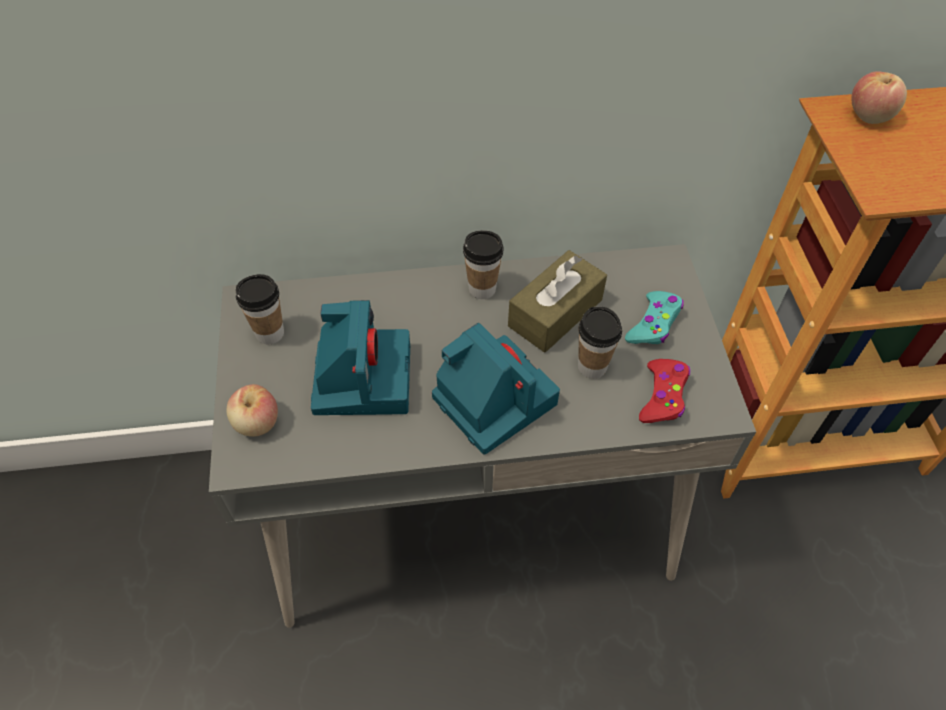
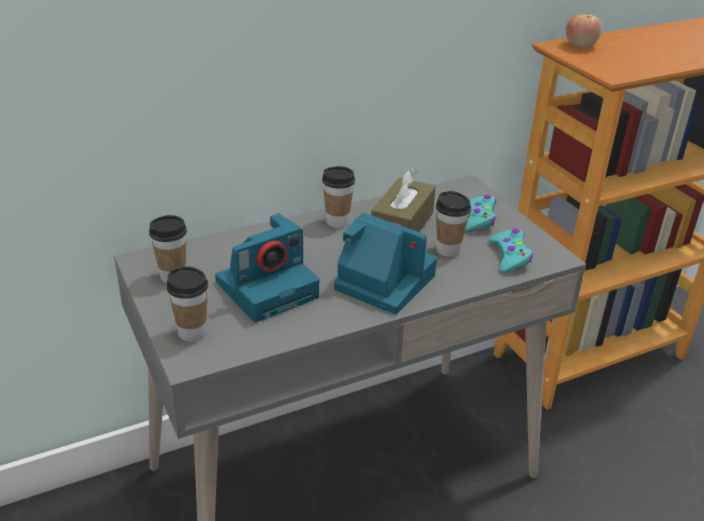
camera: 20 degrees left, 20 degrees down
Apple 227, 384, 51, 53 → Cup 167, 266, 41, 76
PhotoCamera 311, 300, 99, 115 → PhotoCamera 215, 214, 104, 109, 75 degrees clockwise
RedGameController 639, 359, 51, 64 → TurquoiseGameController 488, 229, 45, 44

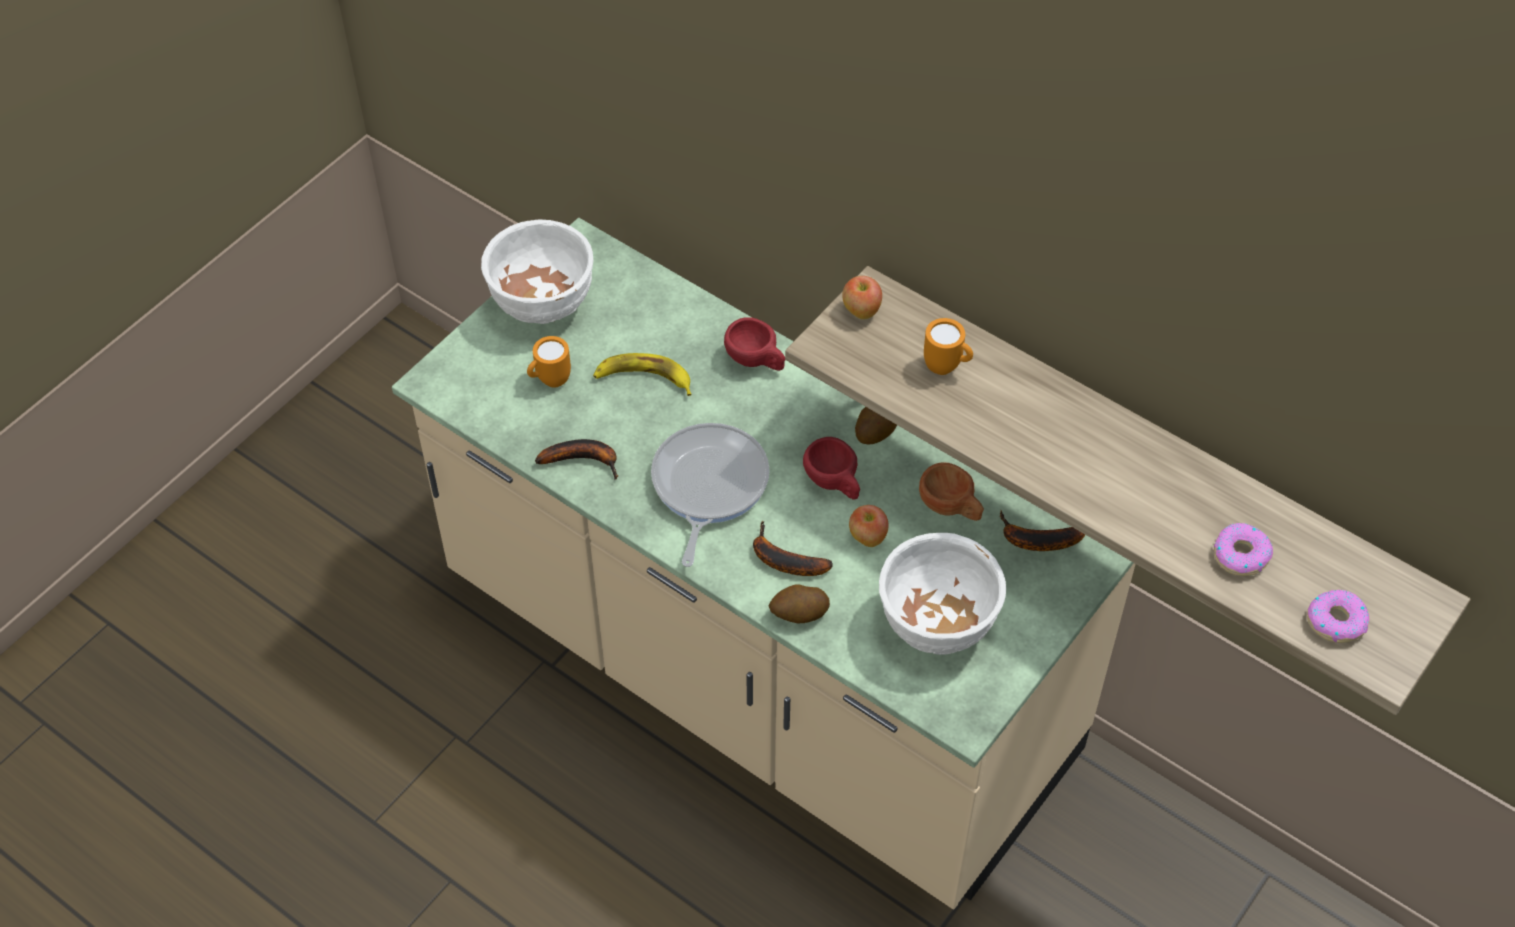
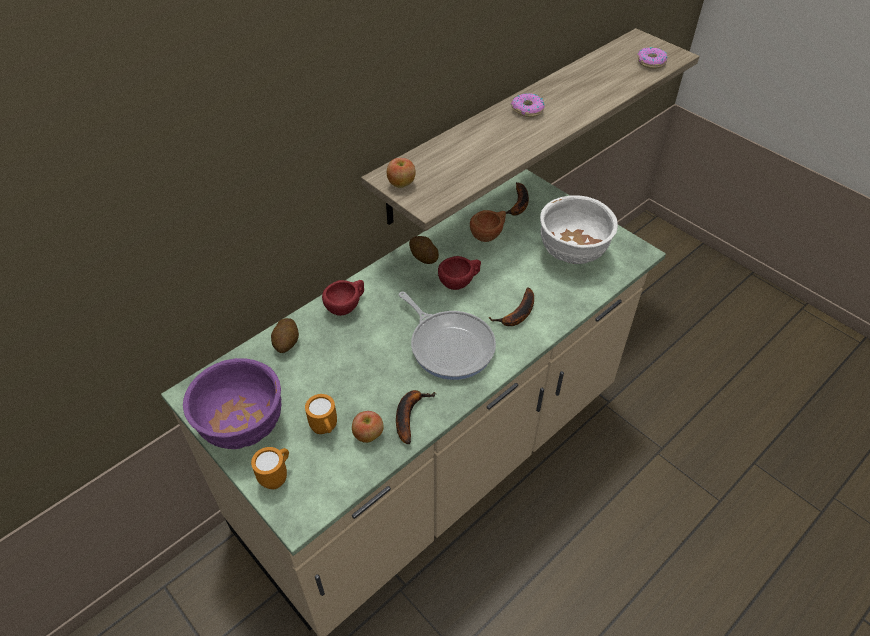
camera: 80 degrees left, 5 degrees down
WhiteBowl 481, 219, 112, 105 → PurpleBowl 183, 358, 99, 91
OrangeMug 924, 318, 49, 57 → OrangeMug 251, 447, 38, 42, moved
Potato 768, 585, 62, 38 → Potato 271, 318, 28, 35, moved
Apple 849, 505, 39, 42 → Apple 352, 411, 32, 32, moved
FryingPan 651, 423, 119, 144 → FryingPan 399, 291, 97, 89, 150 degrees counterclockwise
Donut 1214, 523, 59, 53 → Donut 511, 93, 34, 24, moved
Banana 593, 353, 99, 43 → -

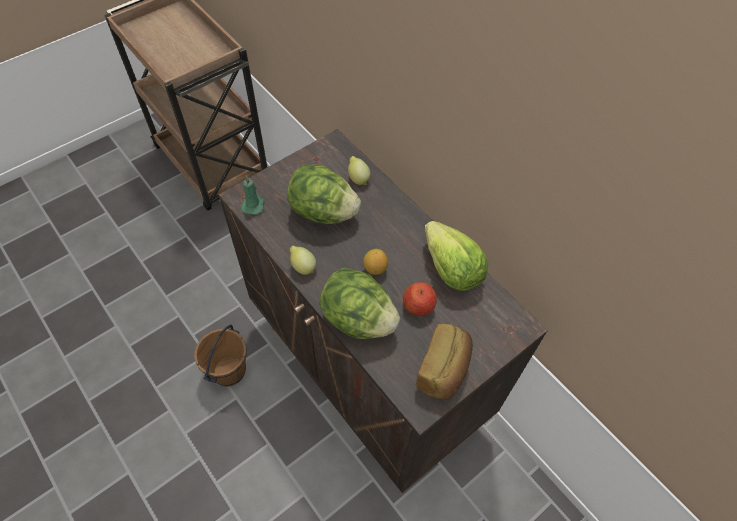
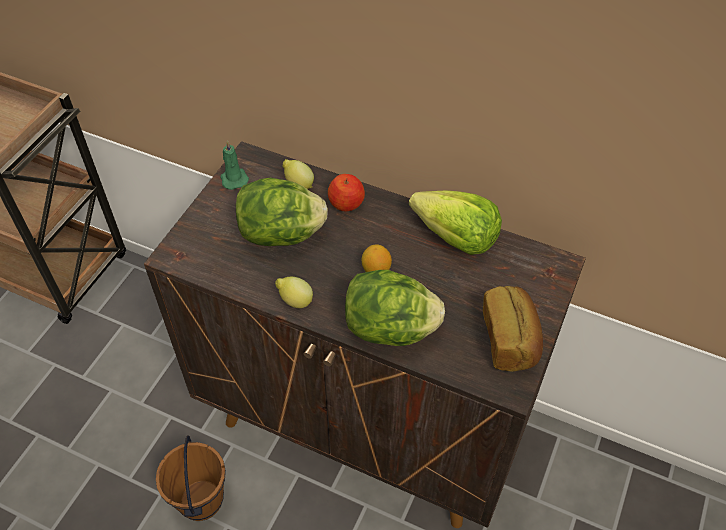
camera: 25 degrees left, 5 degrees down
GreenCandle 241, 176, 24, 39 → GreenCandle 221, 140, 28, 50, moved
Apple 403, 282, 34, 34 → Apple 328, 174, 37, 37, moved

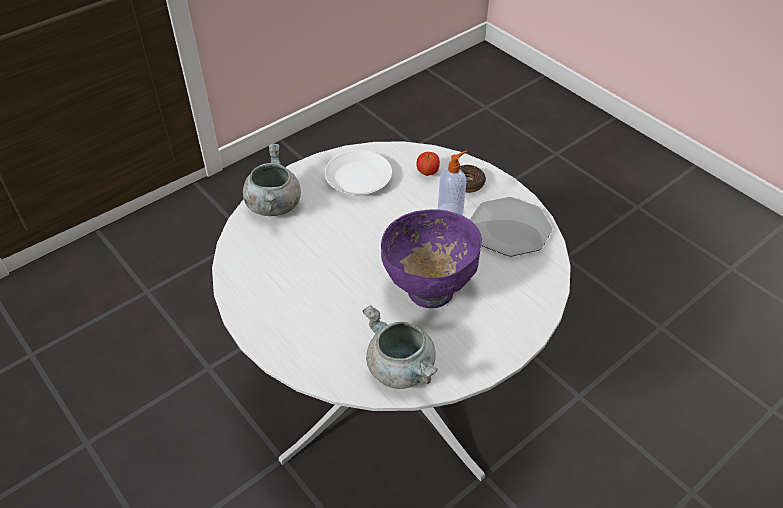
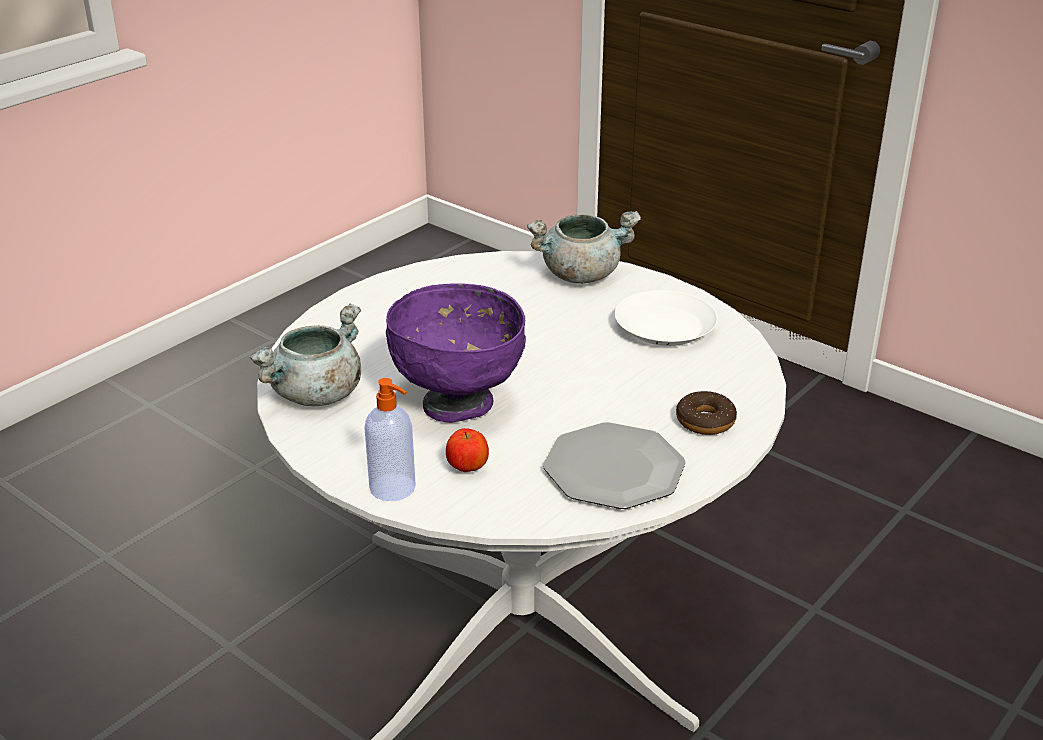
camera: 80 degrees right, 15 degrees down
SoapDispenser 438, 150, 29, 65 → SoapDispenser 364, 378, 52, 123, moved
Apple 417, 152, 23, 24 → Apple 446, 428, 43, 44, moved

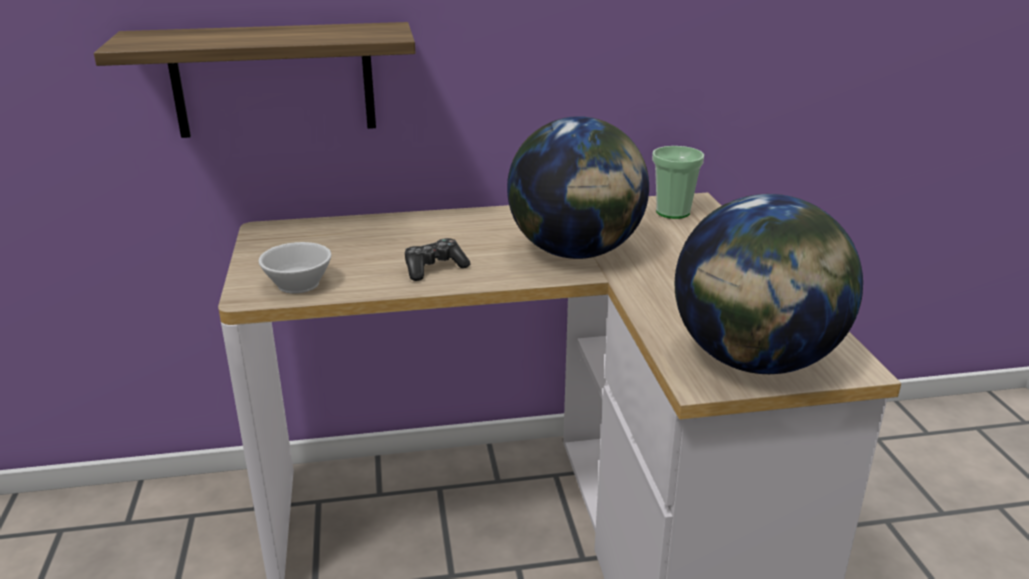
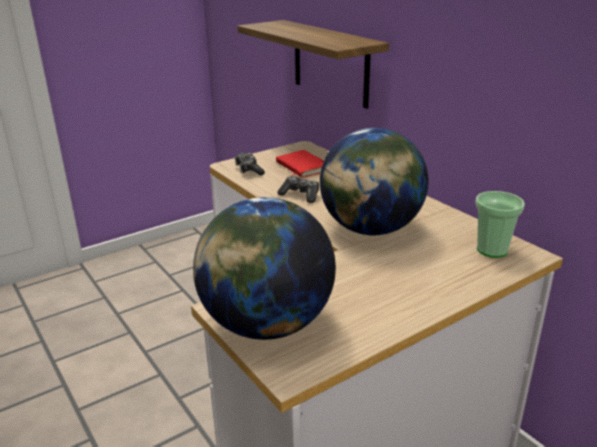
camera: 65 degrees right, 0 degrees up
WhiteCup 258, 242, 73, 52 → GameController 234, 153, 31, 23
- → RedBook 276, 150, 48, 28

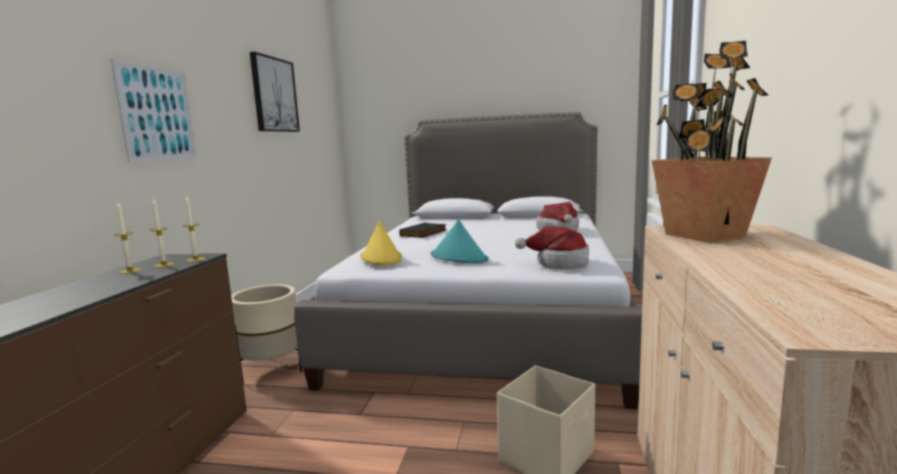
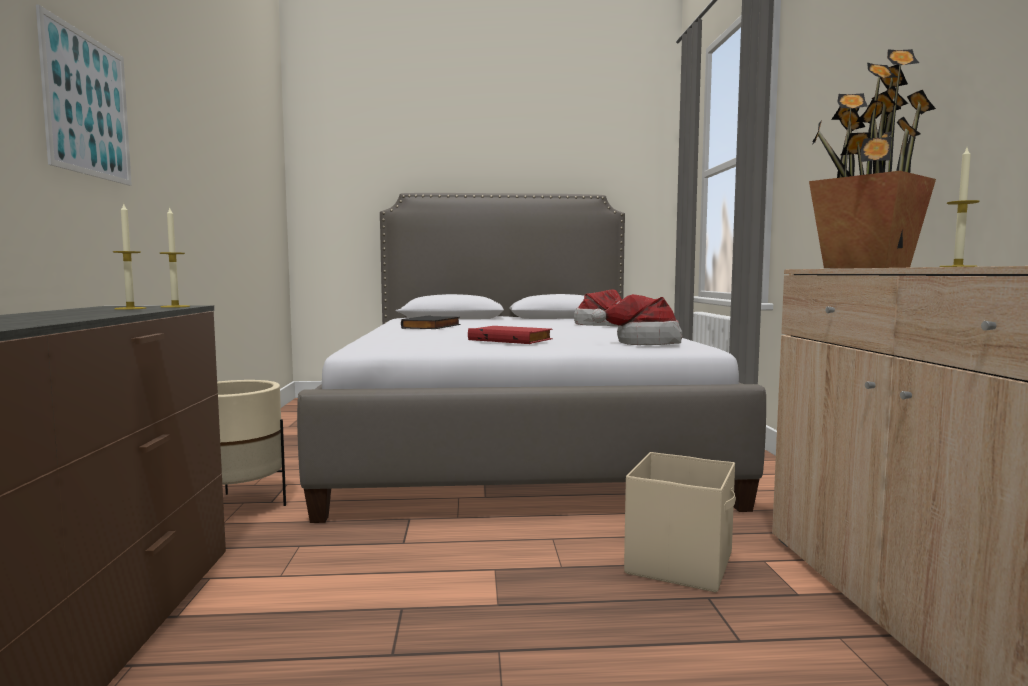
camera: 15 degrees left, 5 degrees down
TurquoiseHat 431, 220, 58, 44 → RedBook 468, 326, 85, 18
Candle 114, 202, 27, 72 → Candle 939, 148, 41, 119, moved
Picture 250, 52, 50, 80 → -
YellowHat 360, 221, 42, 44 → -

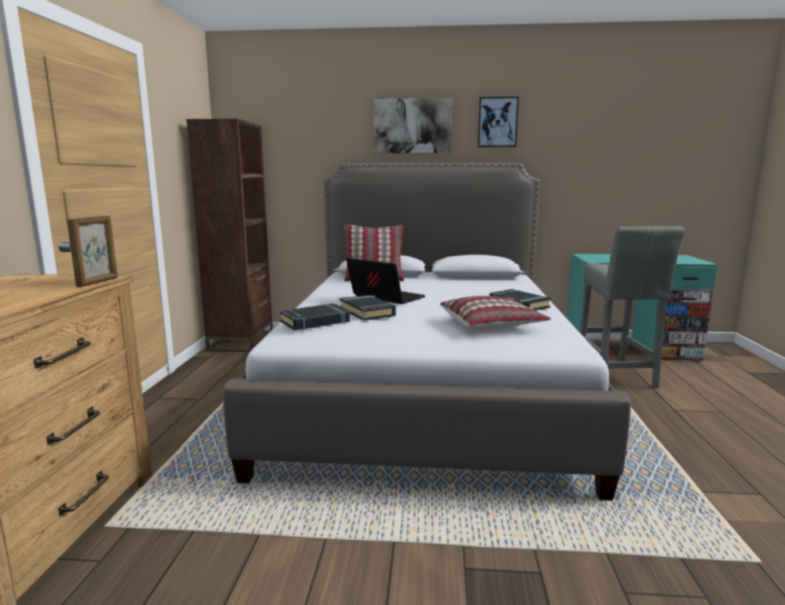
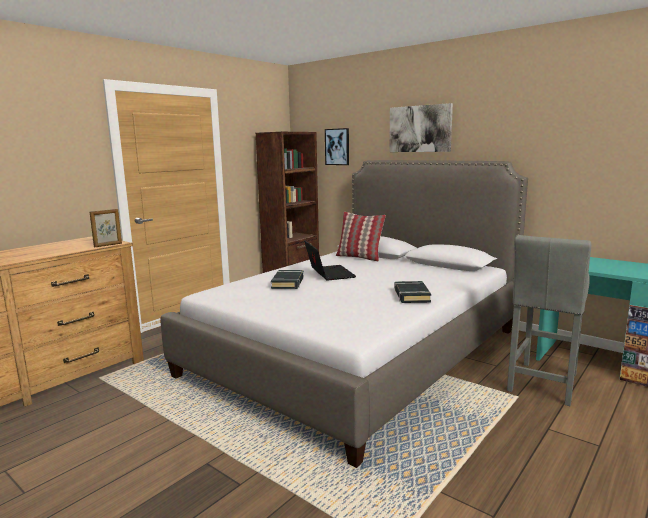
camera: 35 degrees right, 0 degrees up
Picture 478, 97, 41, 50 → Picture 325, 128, 24, 37, moved
BlackBook 280, 303, 70, 27 → -
Pillow 440, 296, 111, 34 → -

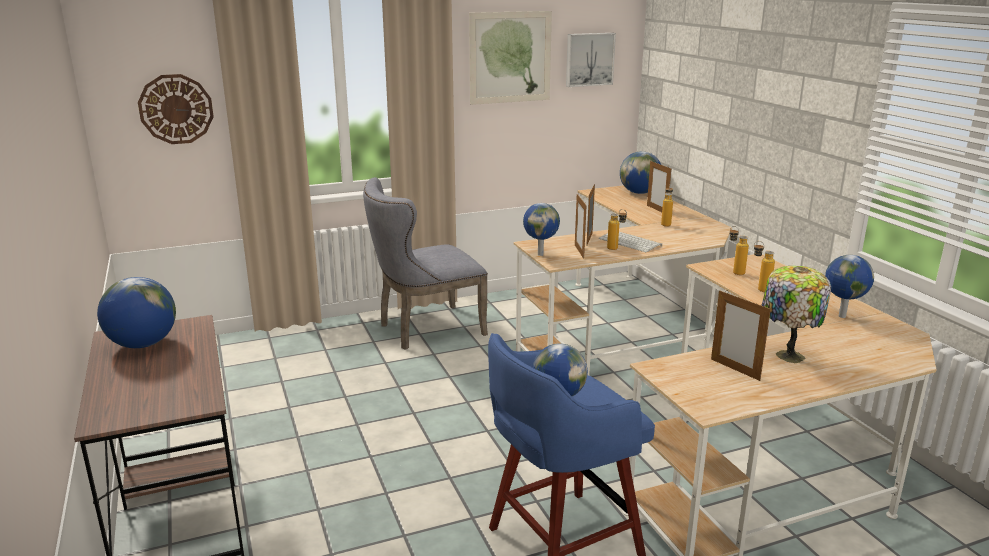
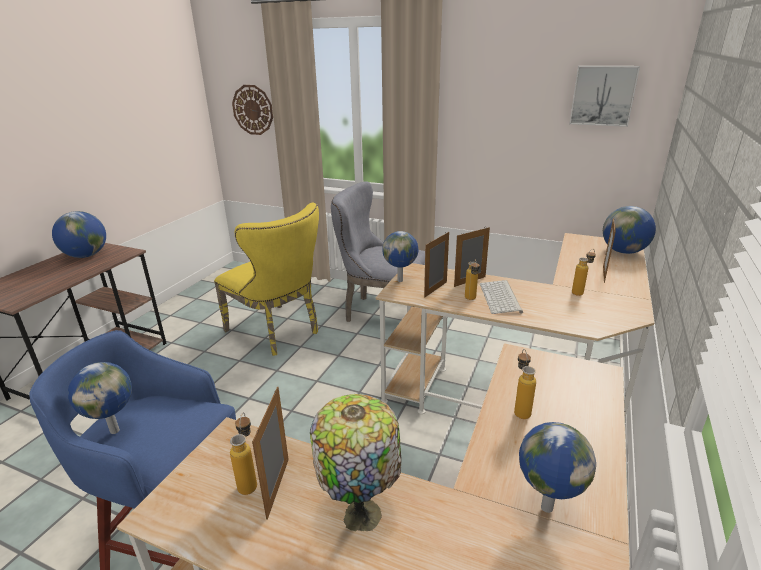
camera: 45 degrees right, 5 degrees up
- → YellowChair 214, 203, 105, 153
Bottle 730, 226, 19, 49 → Bottle 230, 412, 27, 83, moved
Picture 469, 11, 83, 94 → -

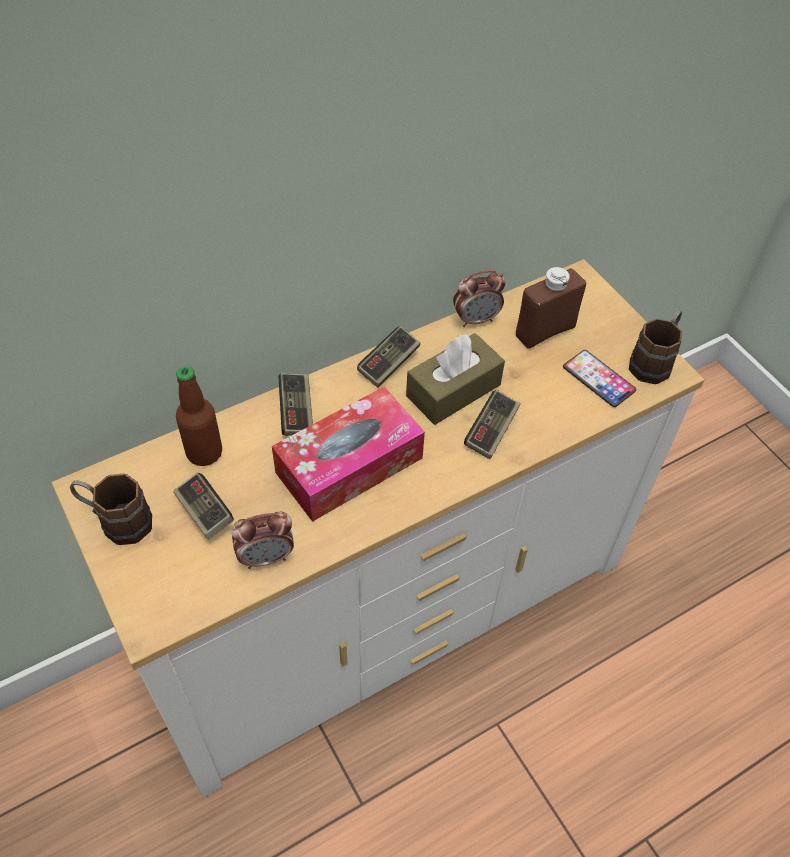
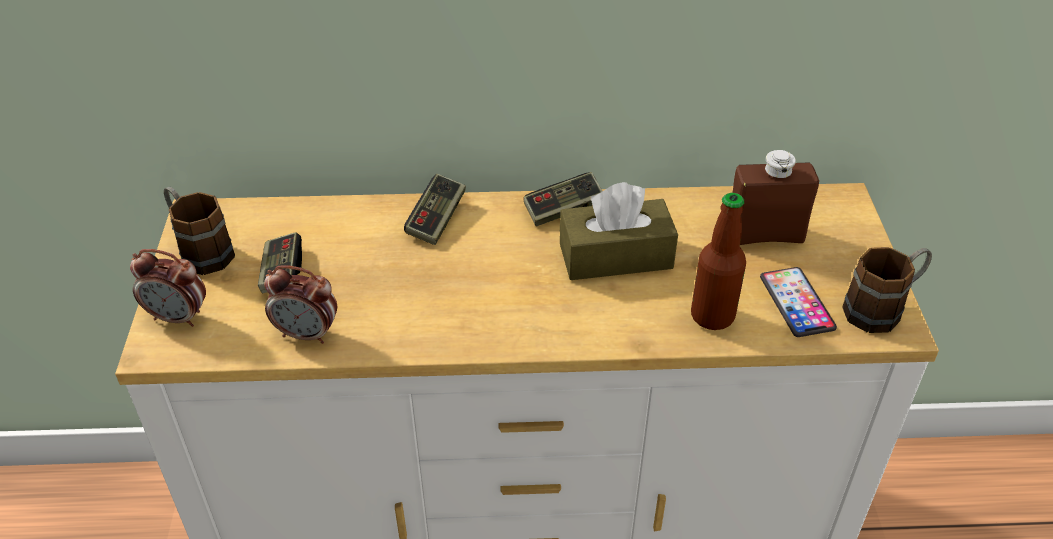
camera: 30 degrees right, 10 degrees down
AlarmClock 453, 270, 53, 57 → AlarmClock 130, 249, 76, 78, moved
Bottle 176, 366, 46, 100 → Bottle 691, 193, 55, 137, moved
TissueBox 272, 387, 153, 135 → -
GameController 464, 390, 57, 69 → -

